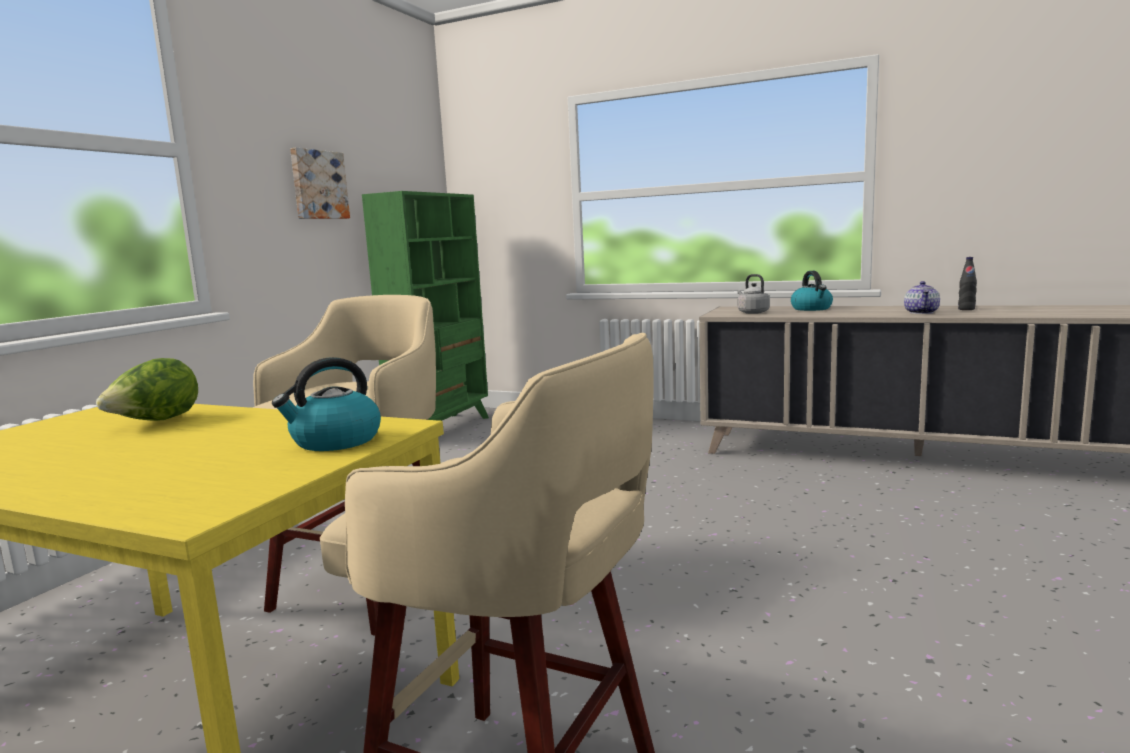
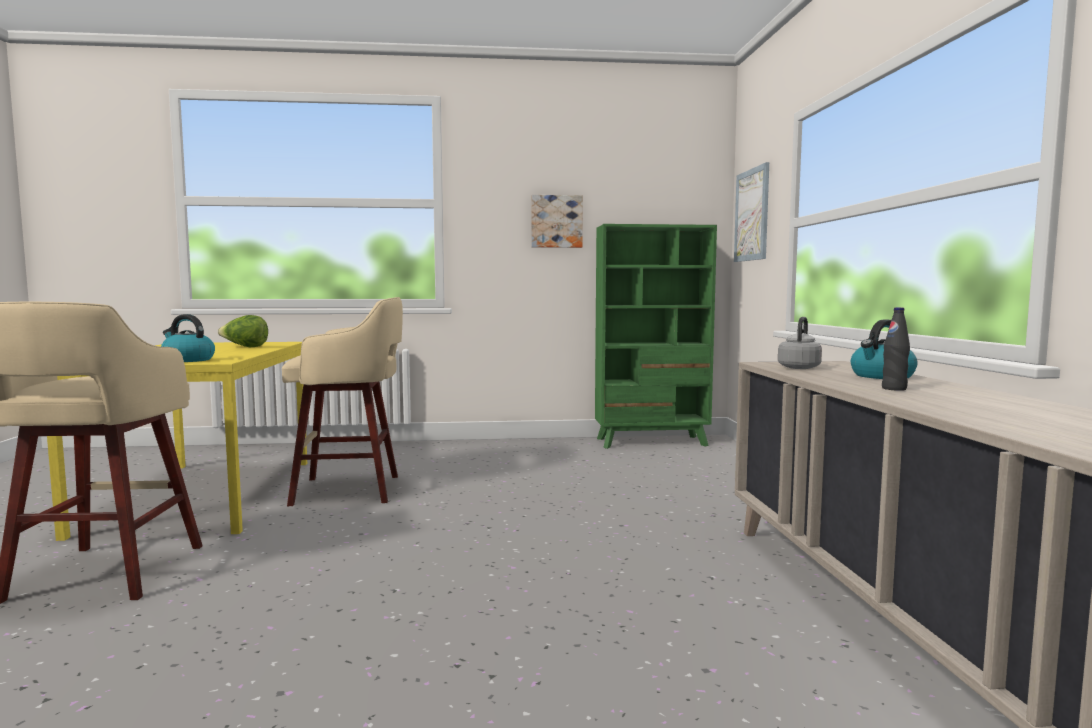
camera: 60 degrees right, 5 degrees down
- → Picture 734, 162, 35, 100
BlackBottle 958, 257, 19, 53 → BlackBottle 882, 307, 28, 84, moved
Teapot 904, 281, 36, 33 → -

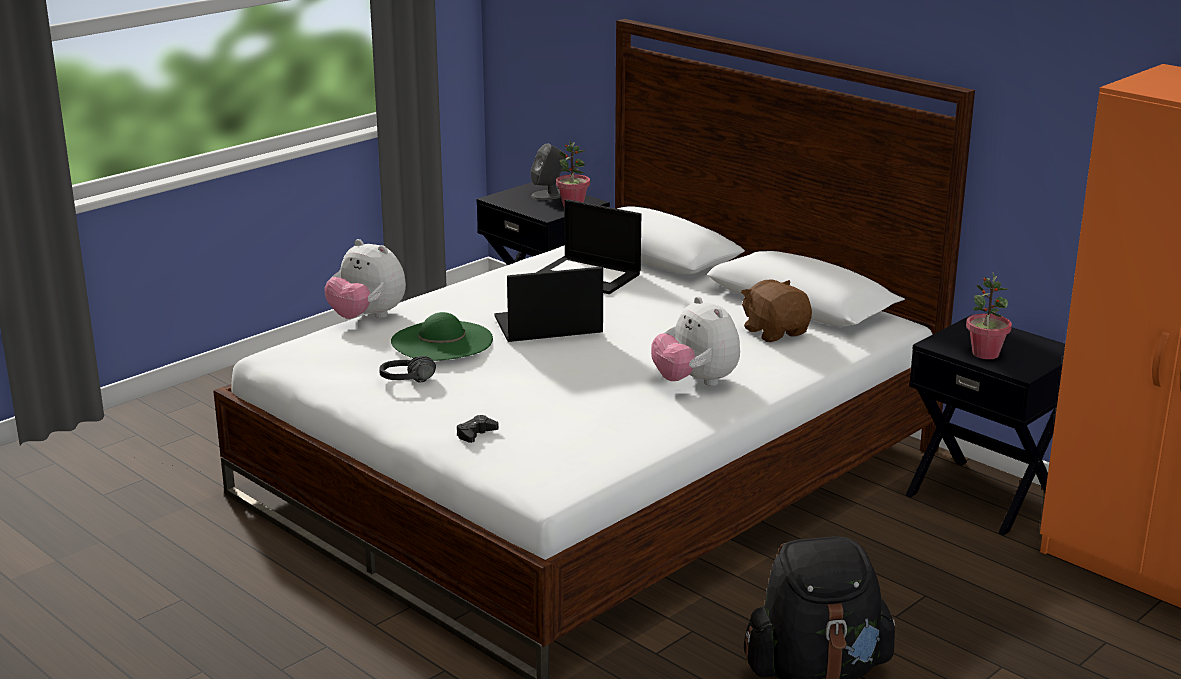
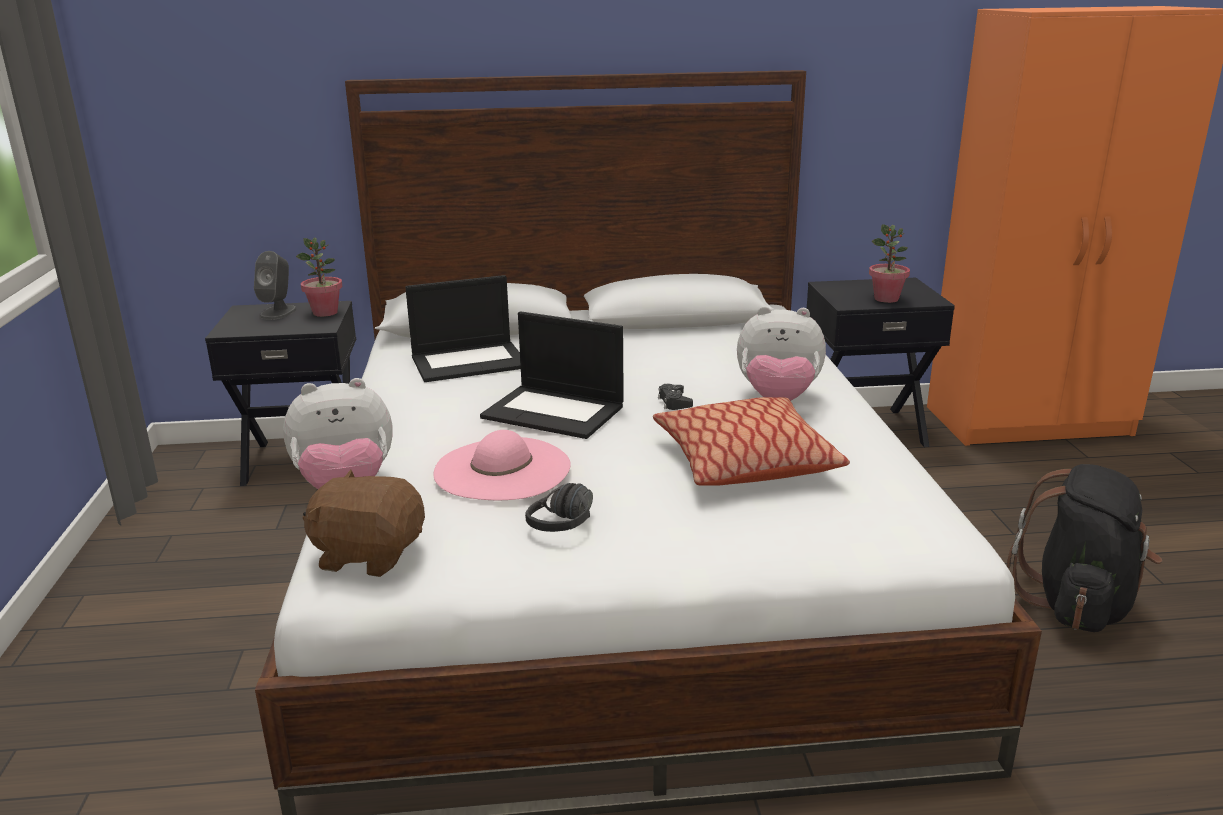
camera: 50 degrees left, 0 degrees up
BrownPlushToy 741, 279, 71, 63 → BrownPlushToy 302, 470, 123, 107, moved
GreenHat 391, 312, 102, 49 → PinkHat 434, 430, 137, 70
Laptop 494, 267, 109, 75 → Laptop 480, 311, 144, 128, 90 degrees counterclockwise
- → Pillow 653, 397, 197, 89
BlackGameController 457, 415, 42, 28 → BlackGameController 658, 384, 35, 26, moved

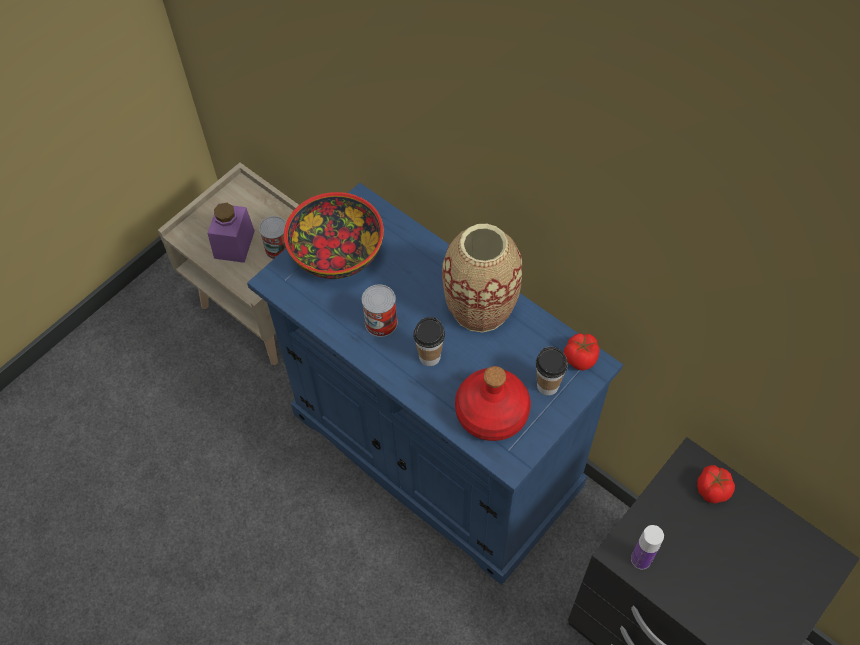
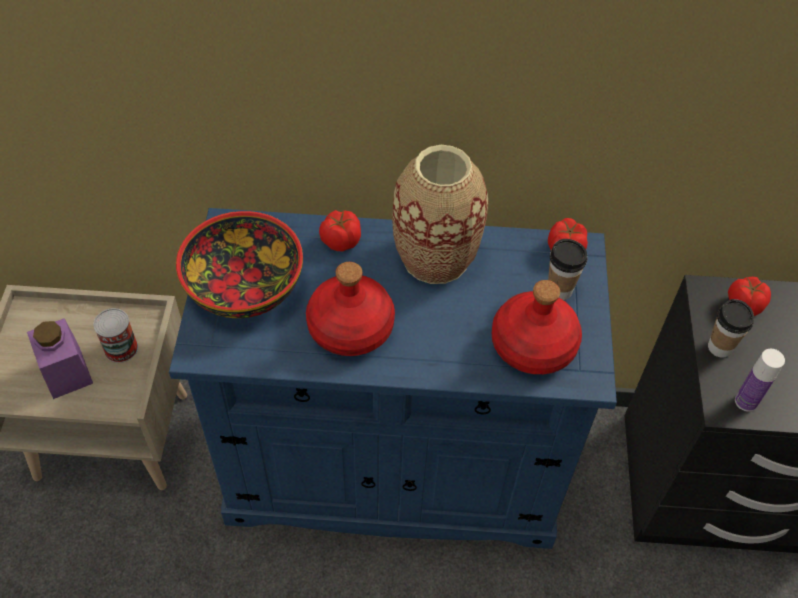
camera: 40 degrees left, 5 degrees down
Can 362, 284, 35, 53 → RedBottle 306, 262, 89, 94
- → Tomato 319, 210, 42, 42
Cup 413, 317, 32, 49 → Cup 708, 299, 46, 59, moved

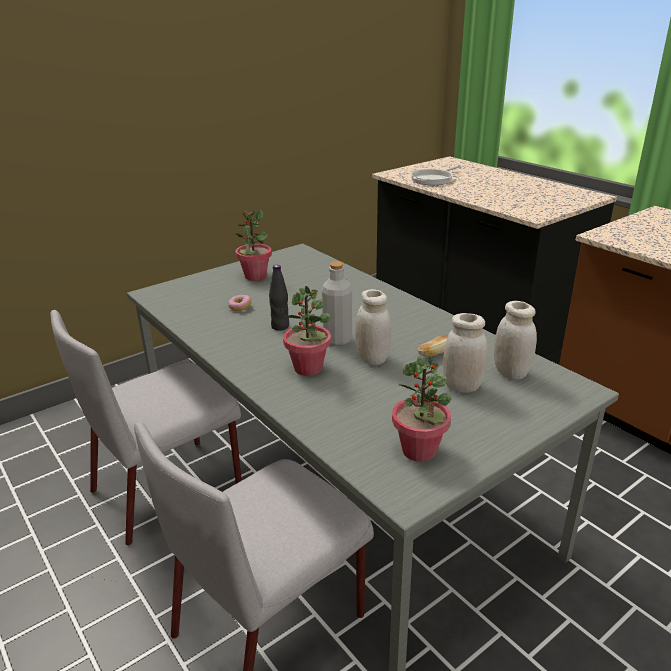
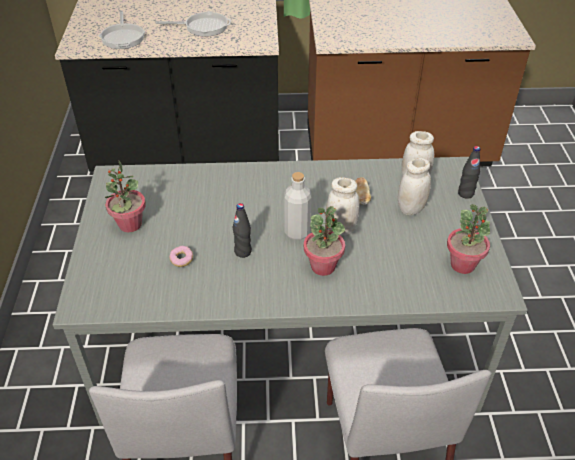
camera: 55 degrees left, 15 degrees up
- → FryingPan 156, 11, 75, 26
- → BlackBottle 458, 146, 22, 53

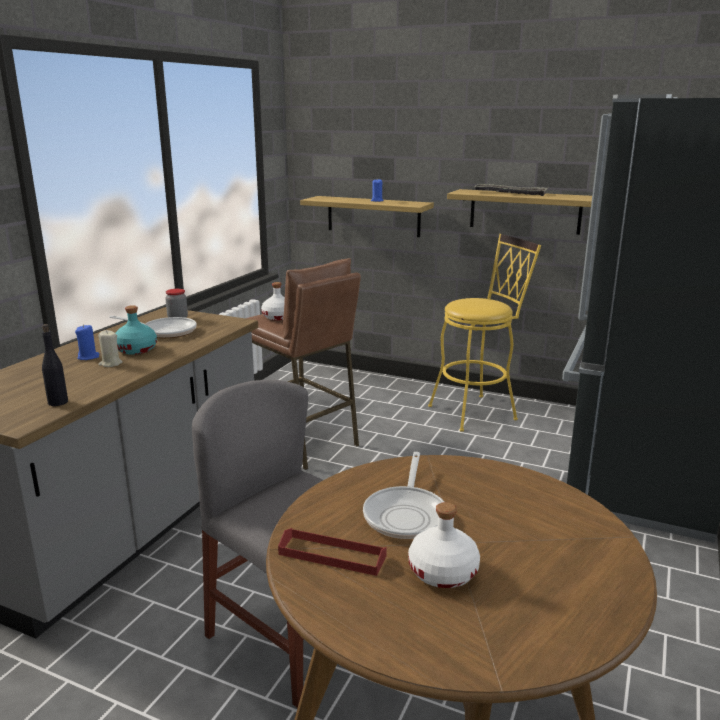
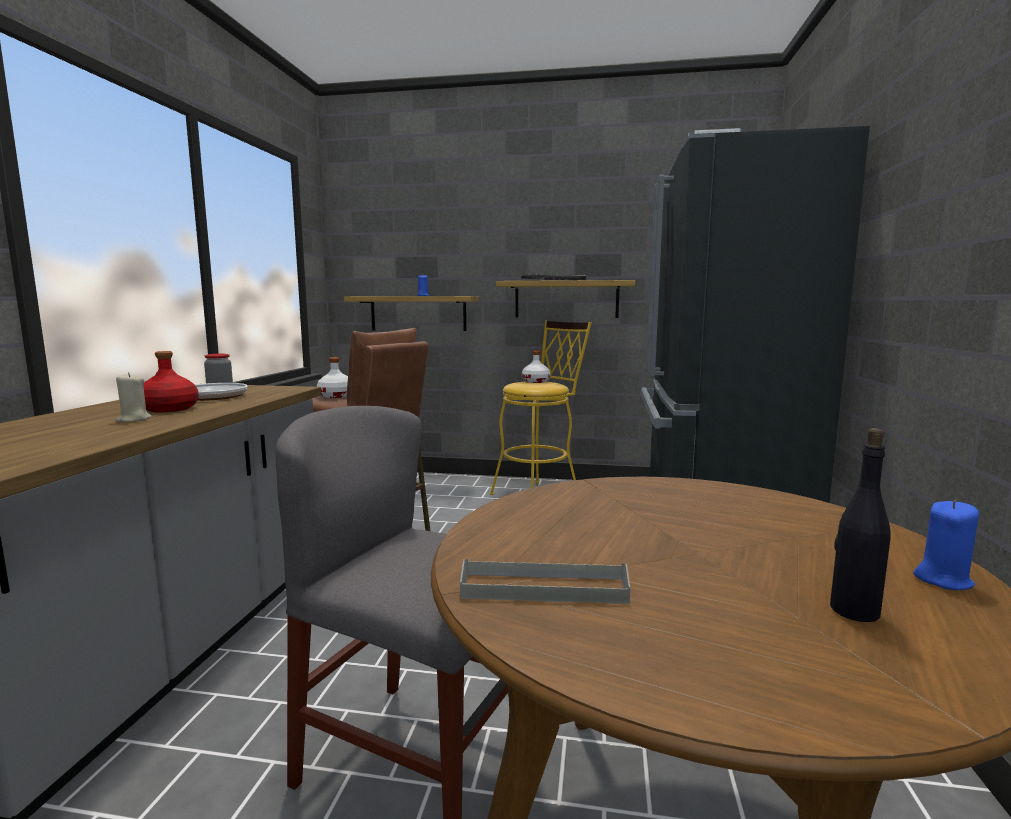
camera: 15 degrees left, 10 degrees down
TurquoiseBottle 115, 305, 42, 50 → RedBottle 144, 351, 55, 61
RedTray 278, 528, 109, 48 → GreyTray 460, 559, 170, 45
WhiteBottle 408, 502, 72, 86 → WhiteBottle 522, 350, 28, 33, moved
BlackBottle 42, 324, 26, 82 → BlackBottle 830, 428, 61, 194, moved
BlueCandle 75, 324, 24, 36 → BlueCandle 913, 500, 66, 90, moved
FryingPan 363, 452, 81, 87 → -

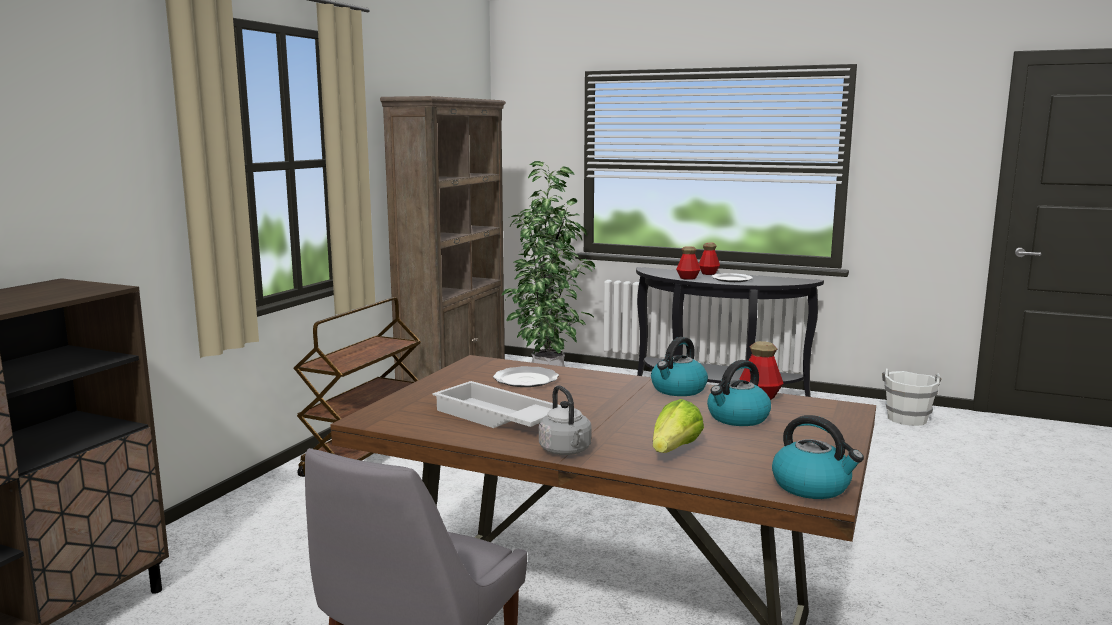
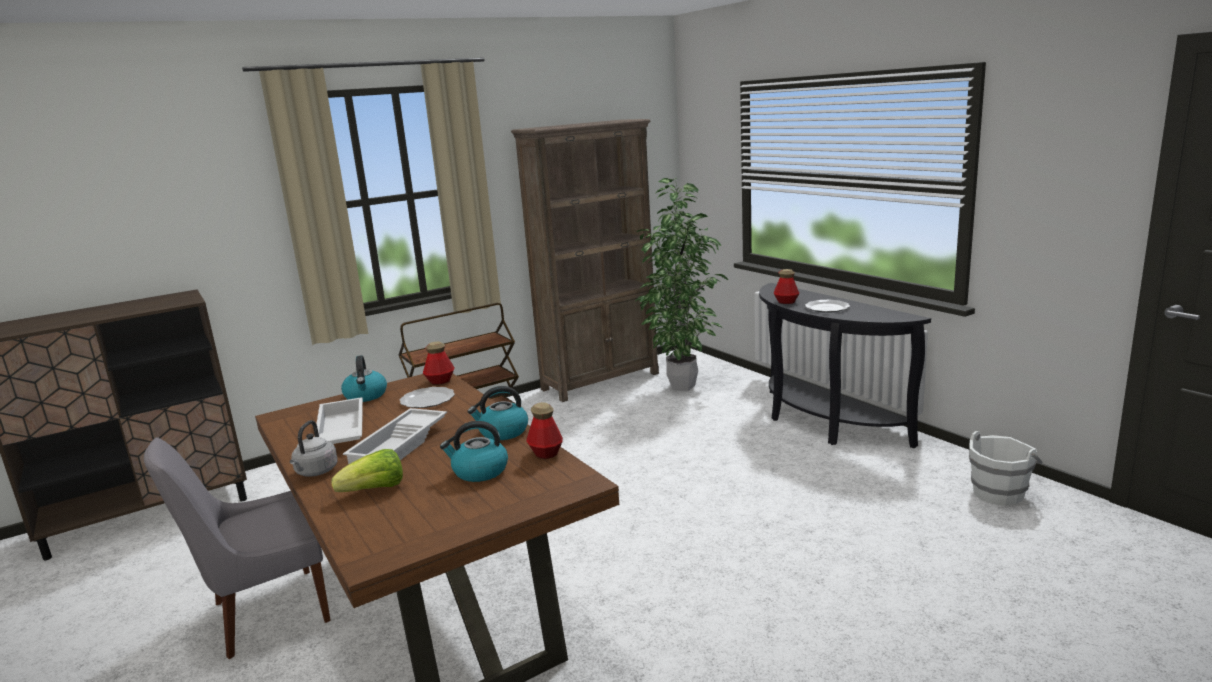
camera: 35 degrees right, 5 degrees up
Kettle 772, 415, 92, 84 → Kettle 341, 355, 46, 47, moved
- → WhiteTray 343, 408, 104, 56
Bottle 699, 242, 21, 33 → Bottle 423, 342, 32, 43, moved

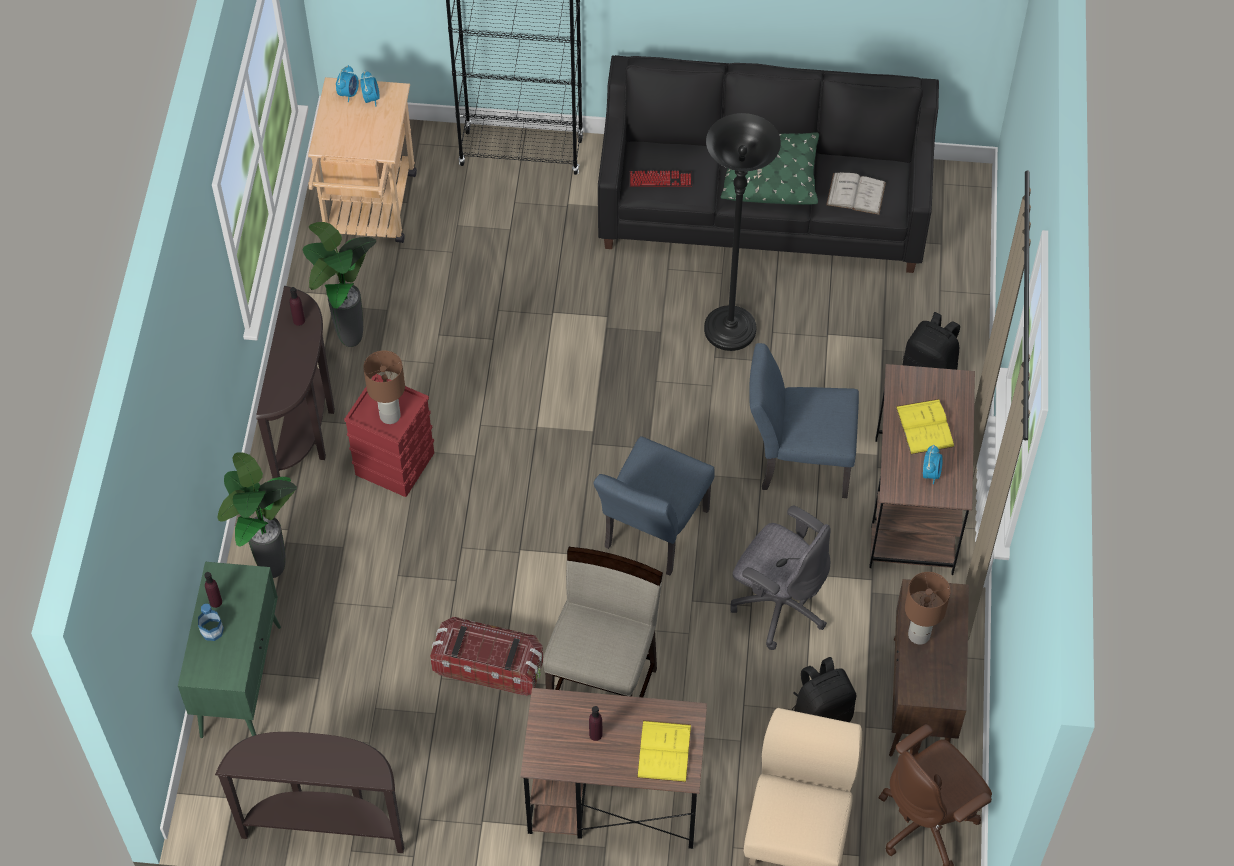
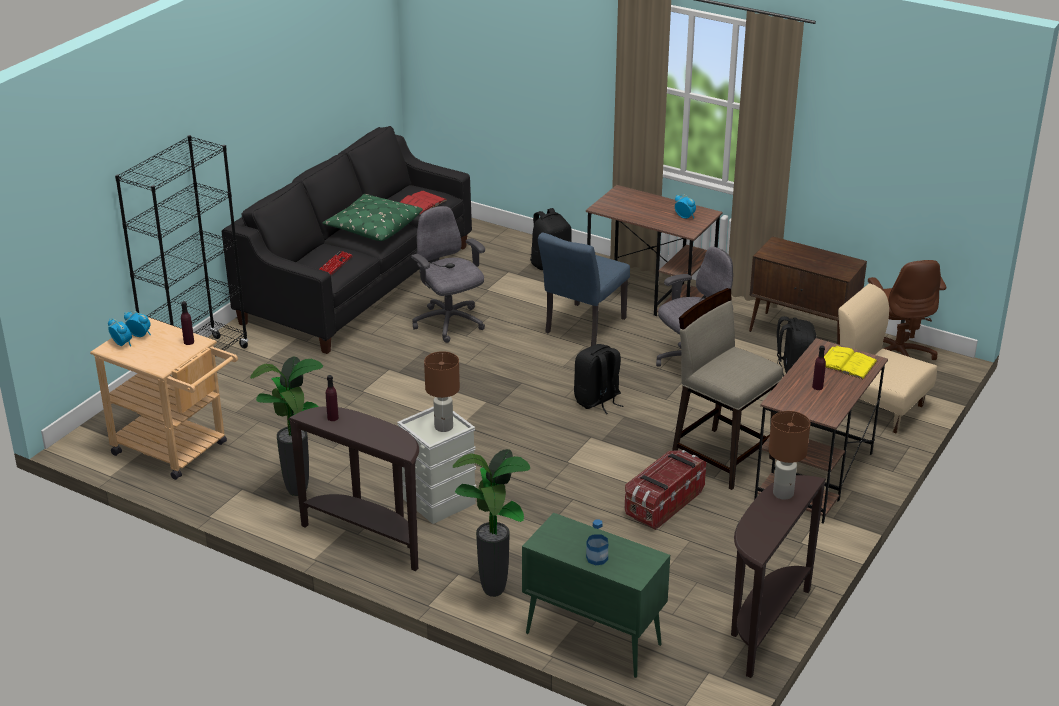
camera: 65 degrees left, 25 degrees down
PurpleBottle 205, 572, 17, 36 → PurpleBottle 181, 301, 13, 44, moved
RedStorageBox 344, 374, 90, 123 → GreyStorageBox 397, 406, 80, 118
WhiteBook 826, 172, 60, 43 → RedBook 400, 191, 47, 24
BlackFloorLamp 704, 113, 77, 238 → GreyOfficeChair 411, 206, 74, 137
BlueChair 594, 436, 121, 140 → BlackBackpack 574, 344, 49, 70
BrownTableLamp 905, 572, 45, 73 → BrownTableLamp 768, 411, 42, 88, moved
YellowBook 895, 399, 60, 56 → -

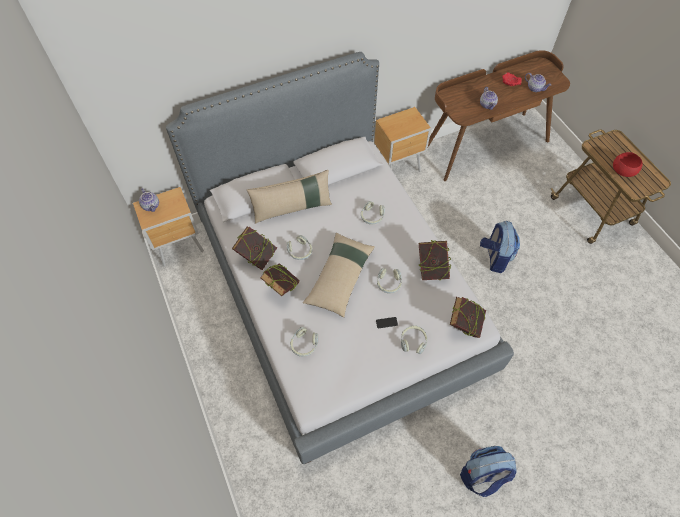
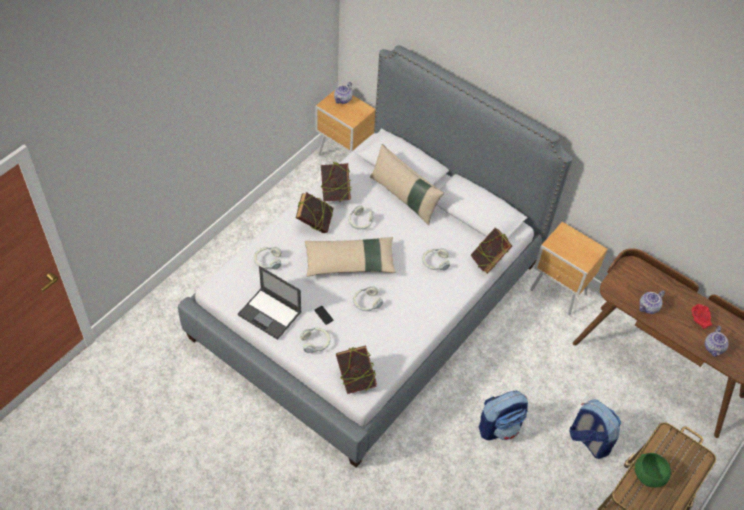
camera: 60 degrees right, 5 degrees down
- → Laptop 238, 266, 63, 74
Book 418, 240, 33, 41 → Book 471, 228, 41, 46, moved
Backpack 460, 446, 57, 51 → Backpack 570, 399, 51, 60, moved
RedBowl 613, 152, 30, 25 → GreenBowl 635, 453, 36, 34

